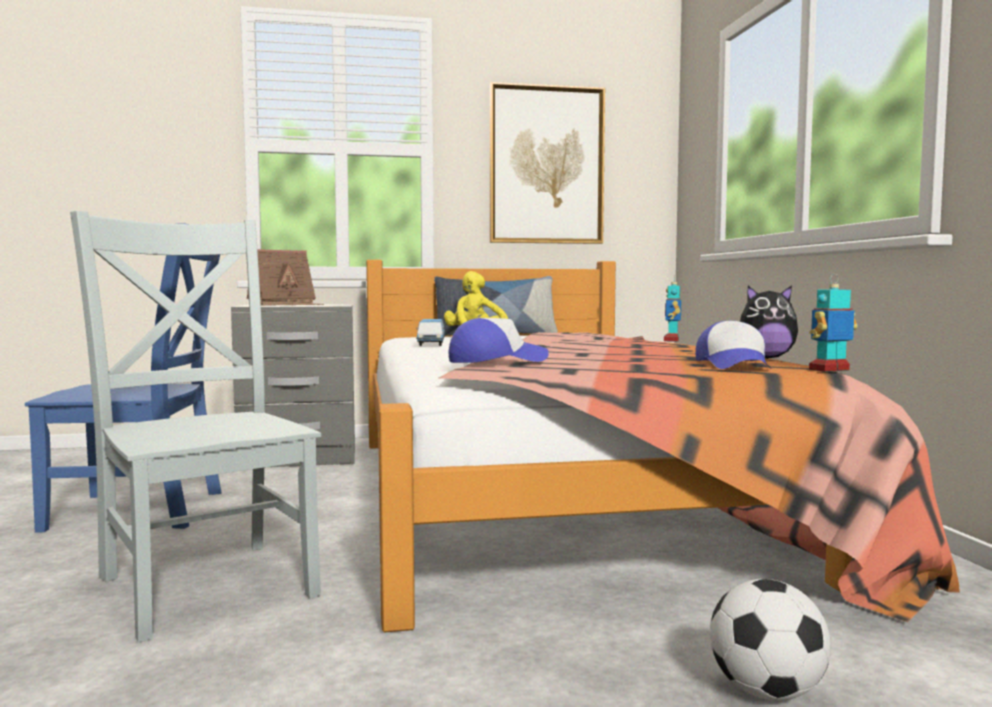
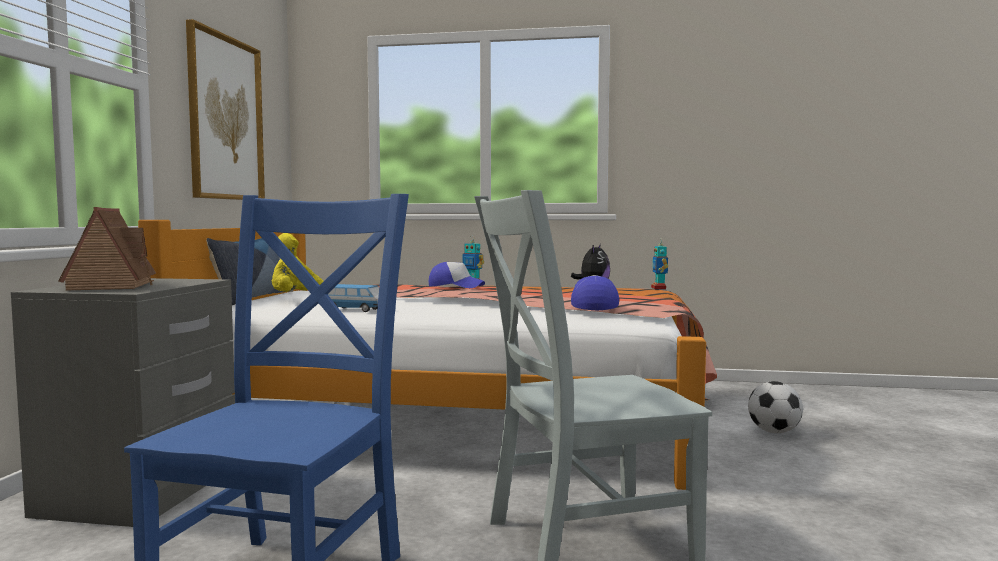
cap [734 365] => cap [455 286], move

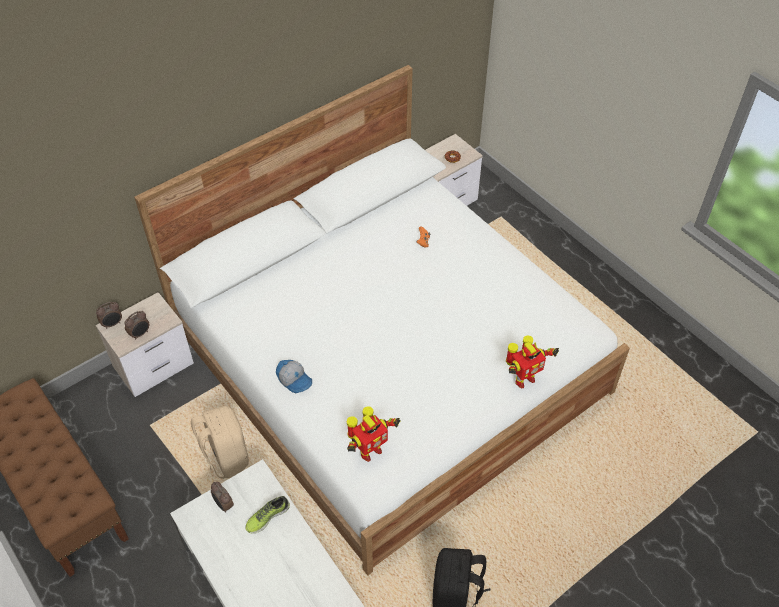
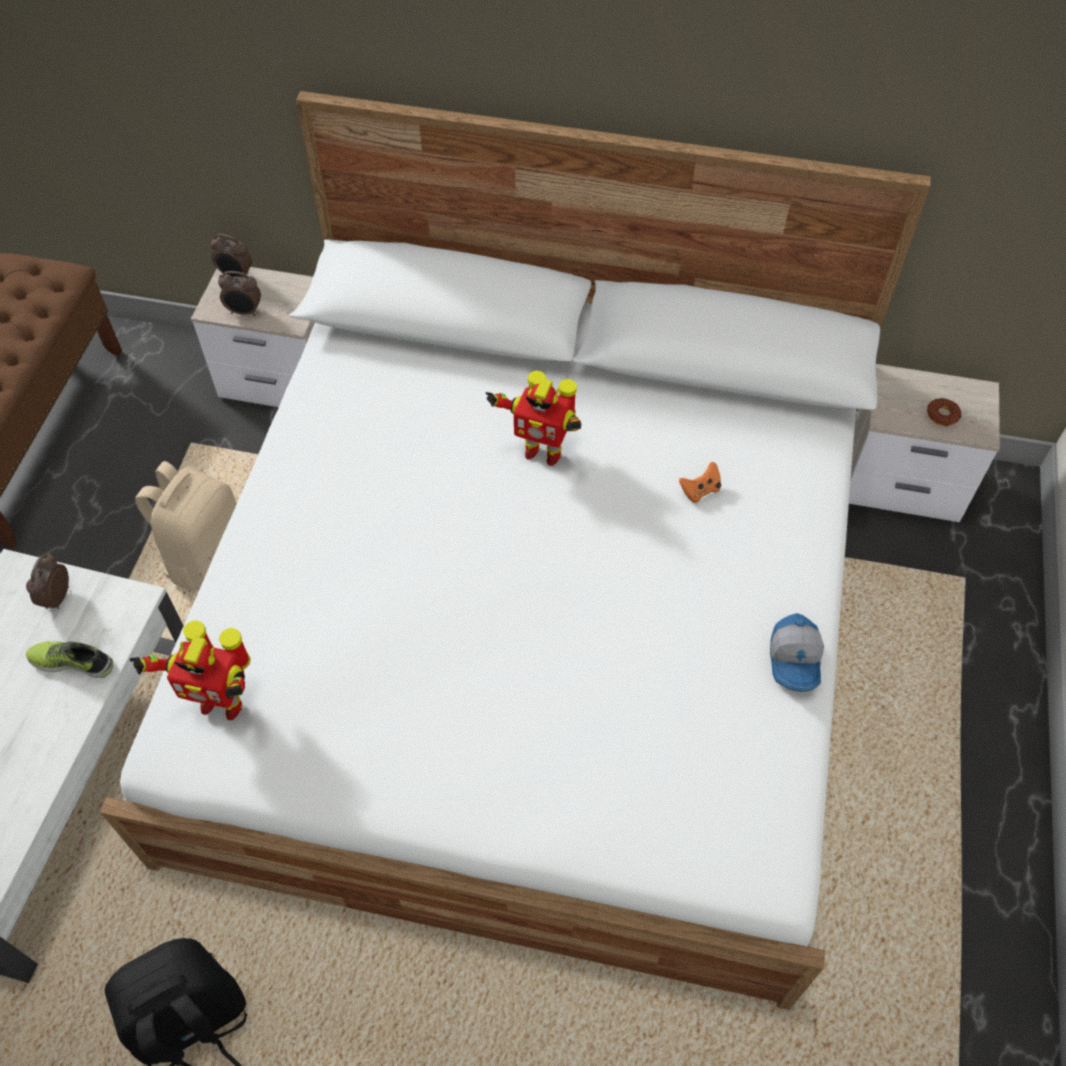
cap [295 379] => cap [796 660], move
toy robot [523 379] => toy robot [542 451], move

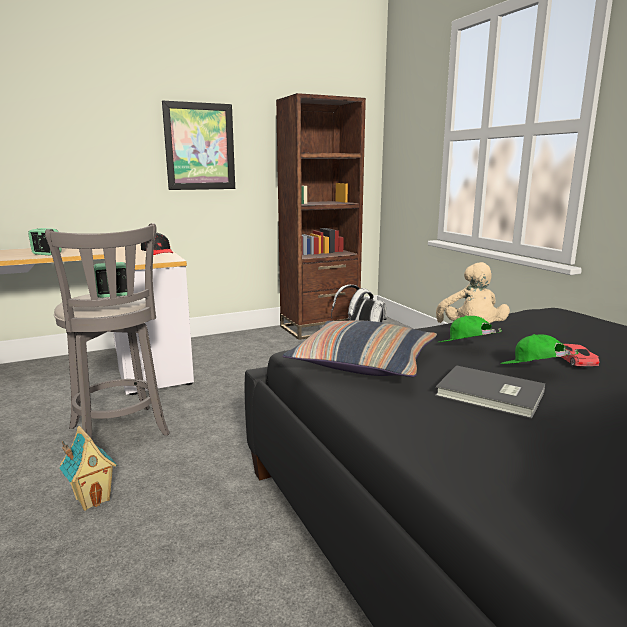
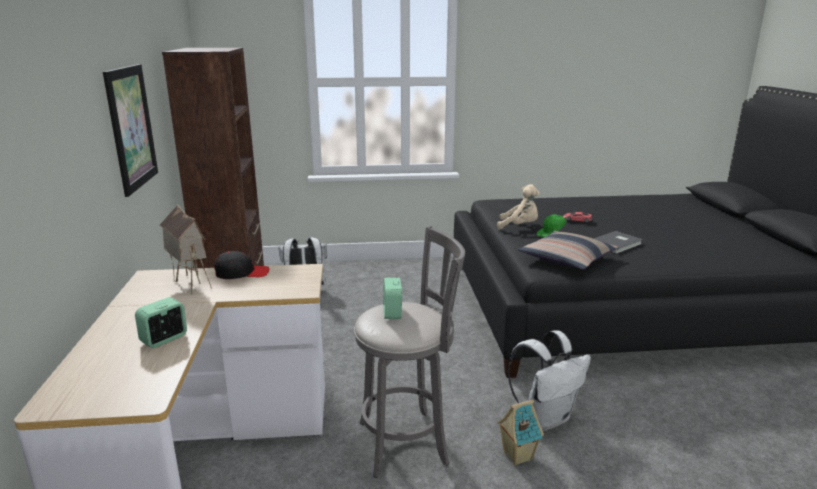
green cap [532 371] => nothing
nothing => toy house [189 283]
nothing => white backpack [545 417]

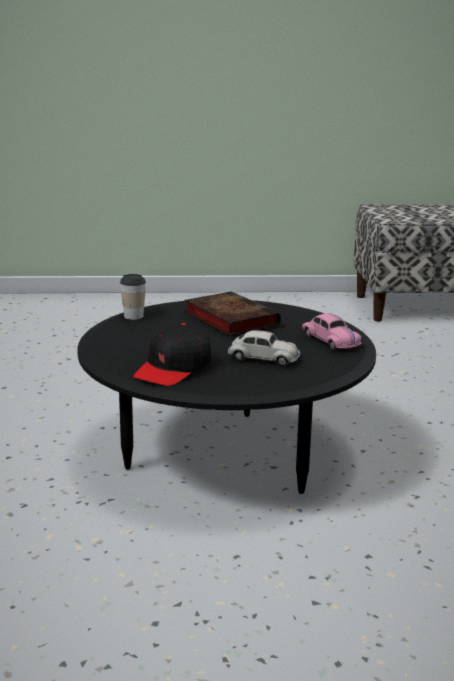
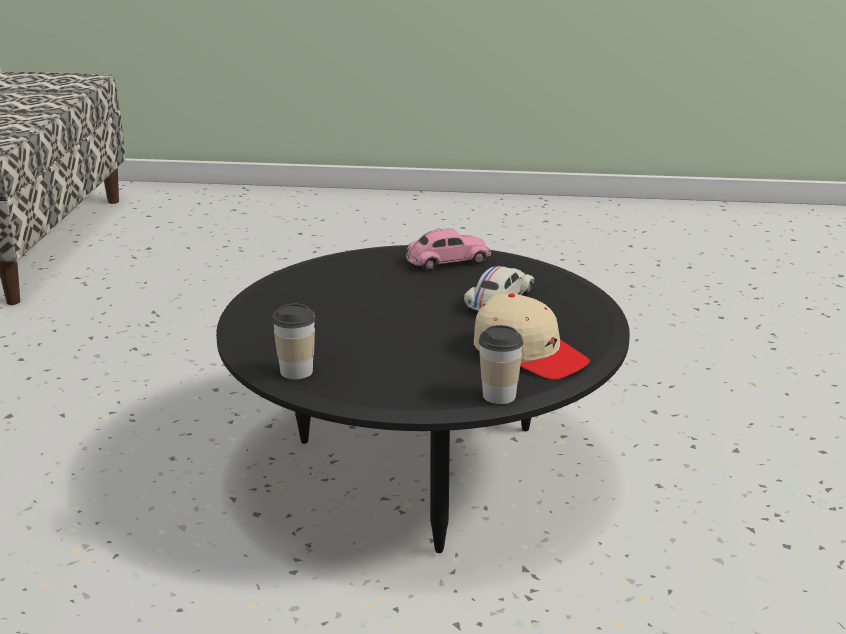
black cap [173 369] => beige cap [529 353]
book [228 319] => nothing
nothing => cup [499 396]

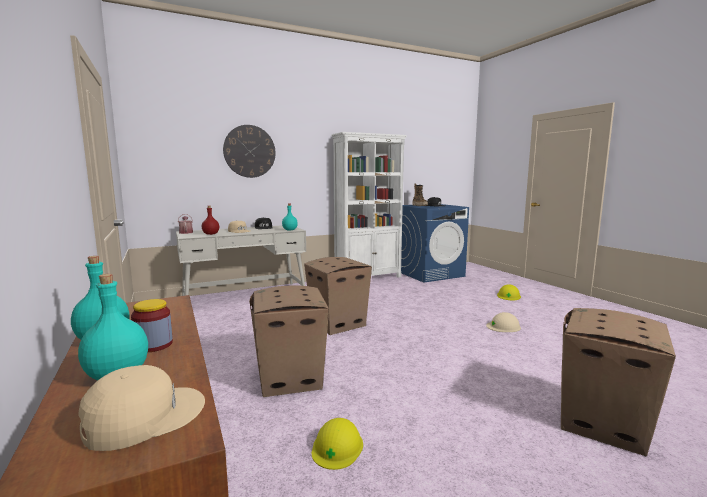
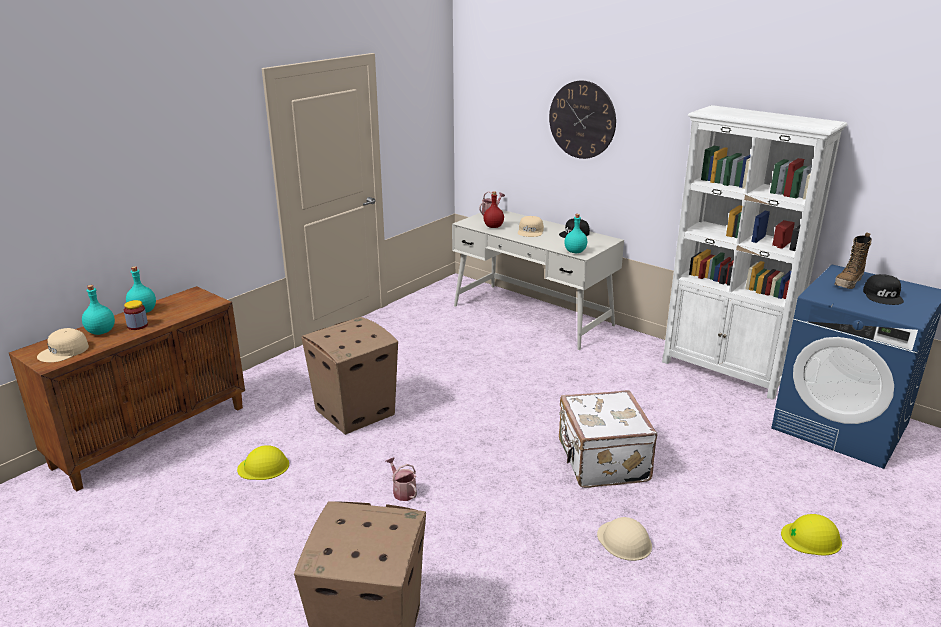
beige cap [144 416] => beige cap [64 351], 105 degrees clockwise
cardboard box [337 323] => nothing
nothing => watering can [402 491]
nothing => white suitcase [601 462]

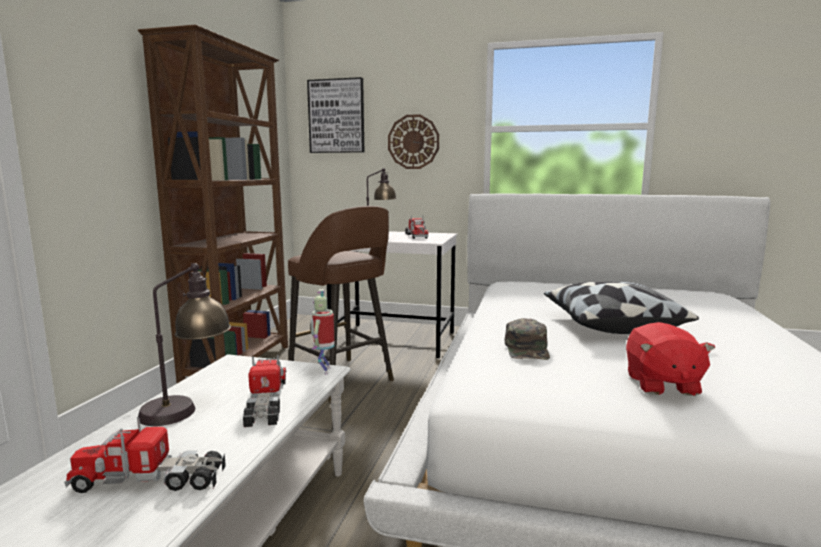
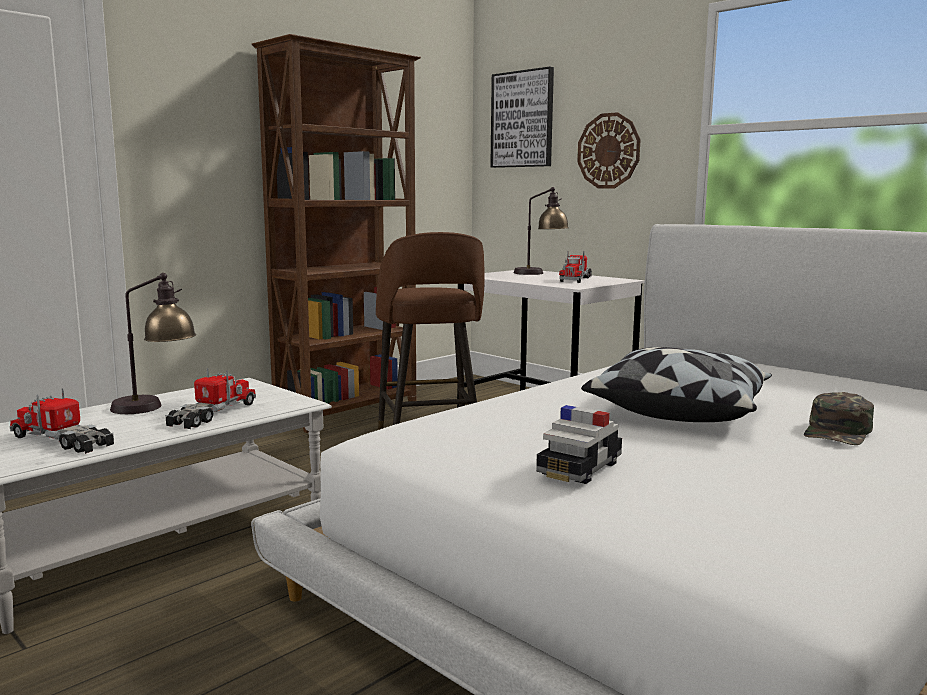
toy robot [324 370] => nothing
green cap [527 349] => green cap [838 432], move
red plush toy [661 384] => toy car [579 468]

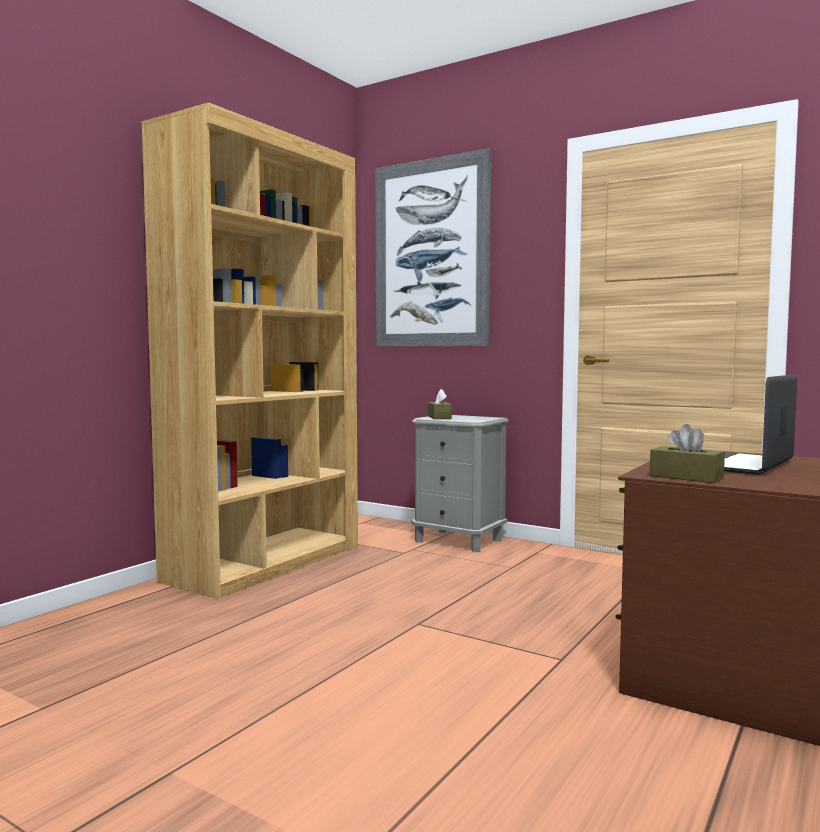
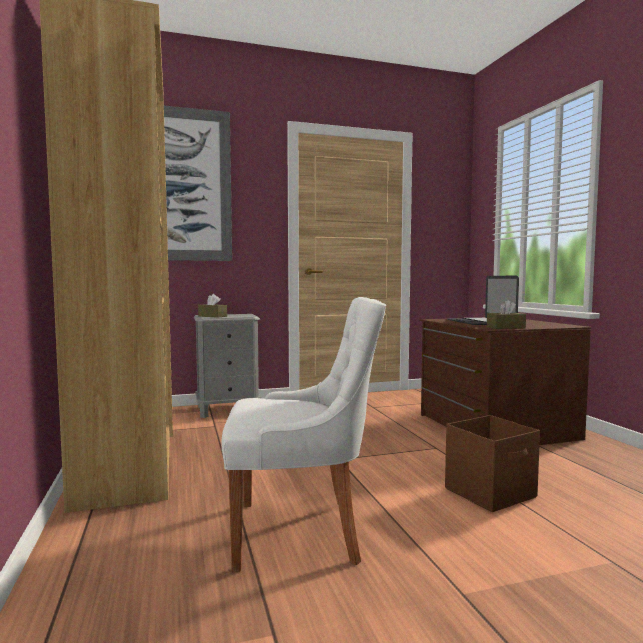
nothing => white chair [302 531]
nothing => brown storage box [491 493]

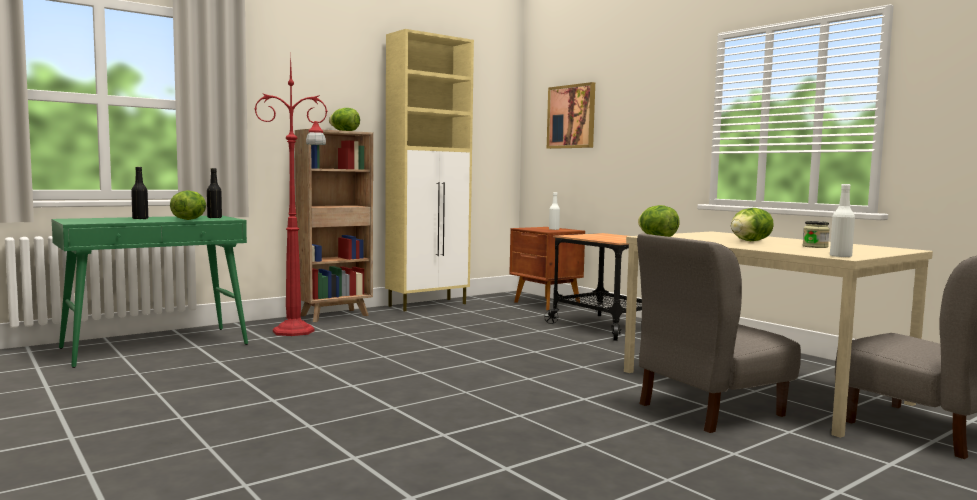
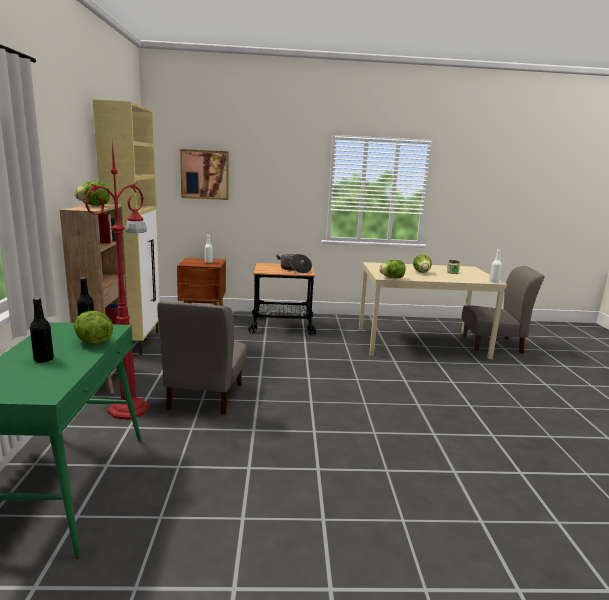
grey chair [709 409] => grey chair [205 396], move
nothing => cooking pot [294 269]

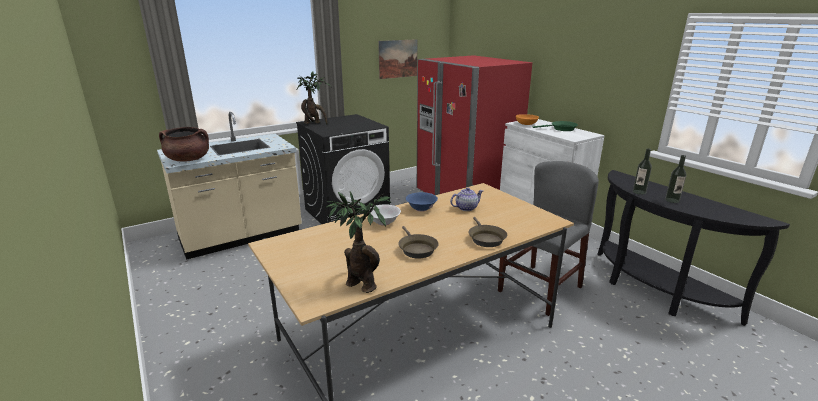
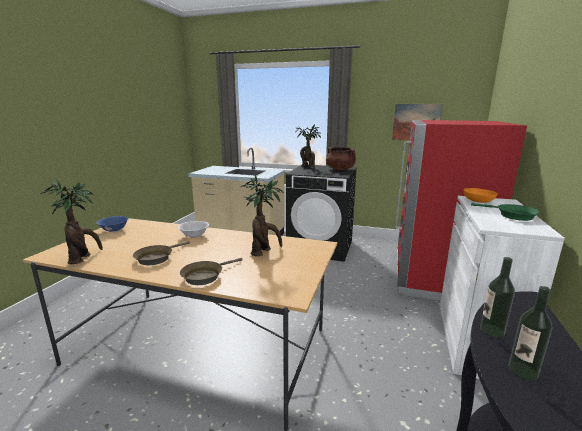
brown cooking pot [188 159] => brown cooking pot [340 169], move
blue bowl [421 209] => blue bowl [114 230], move
teapot [466 208] => potted plant [264 251]
grey chair [539 289] => nothing

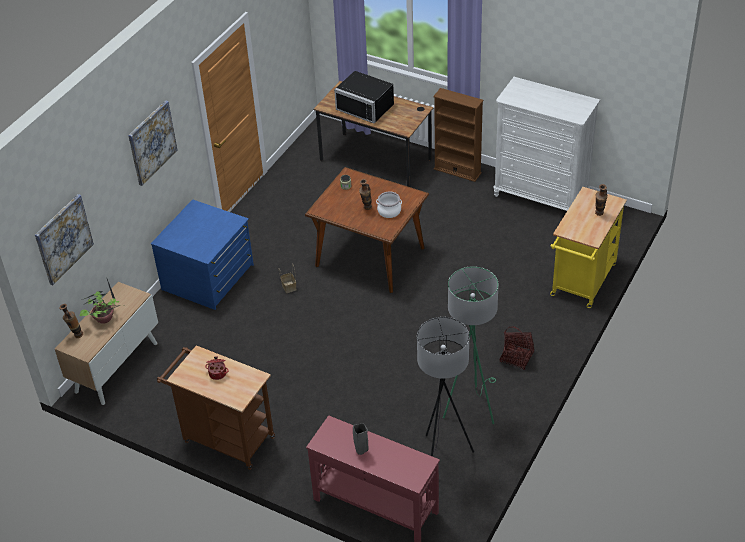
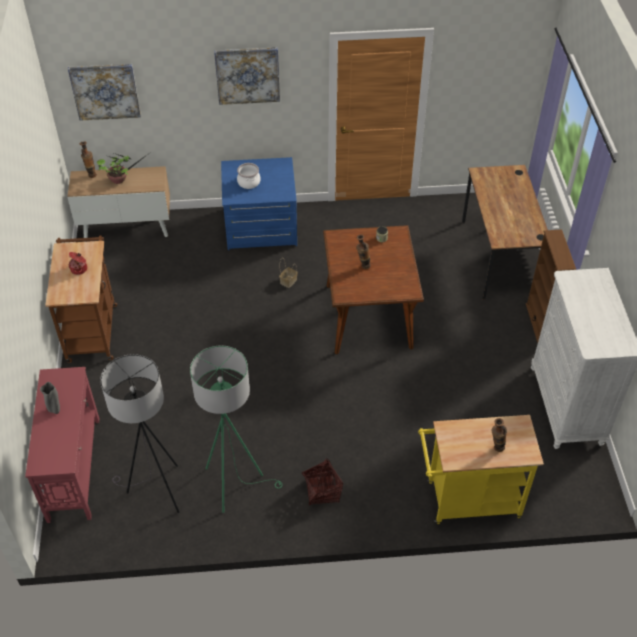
black microwave [367 106] => nothing
cooking pot [389 211] => cooking pot [249 182], move

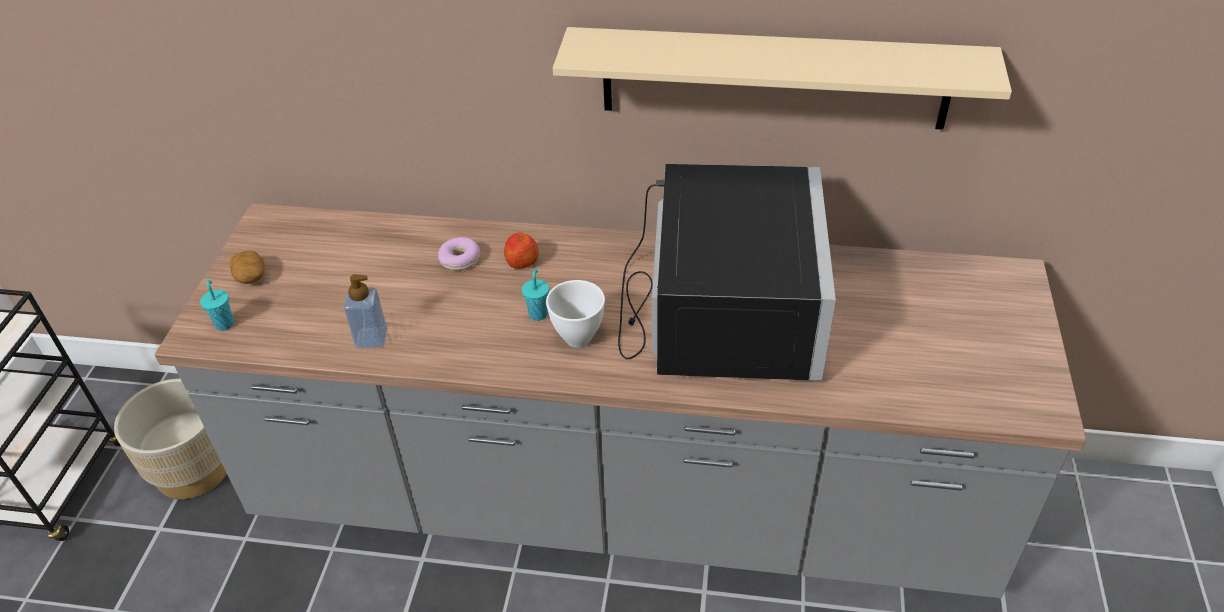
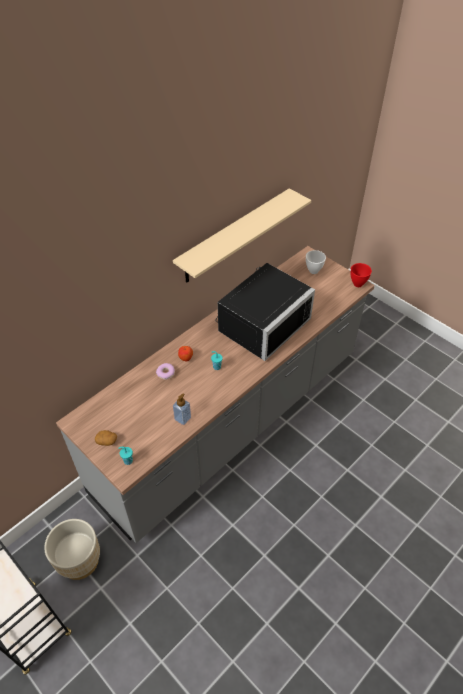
white bowl [577 339] => white bowl [314 271], move
black microwave [719 310] => black microwave [260 323], 90 degrees clockwise
nothing => red bowl [358 284]

